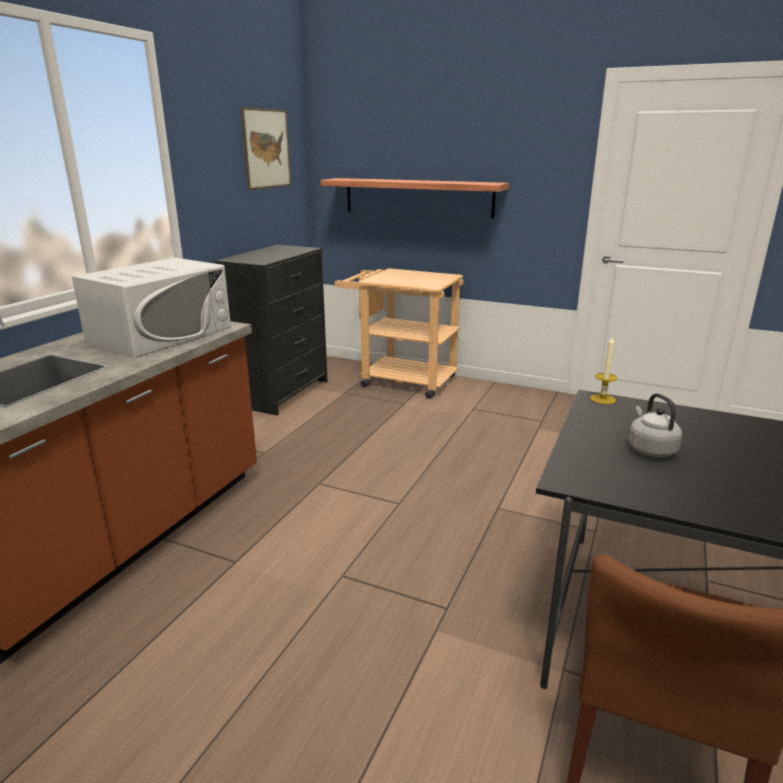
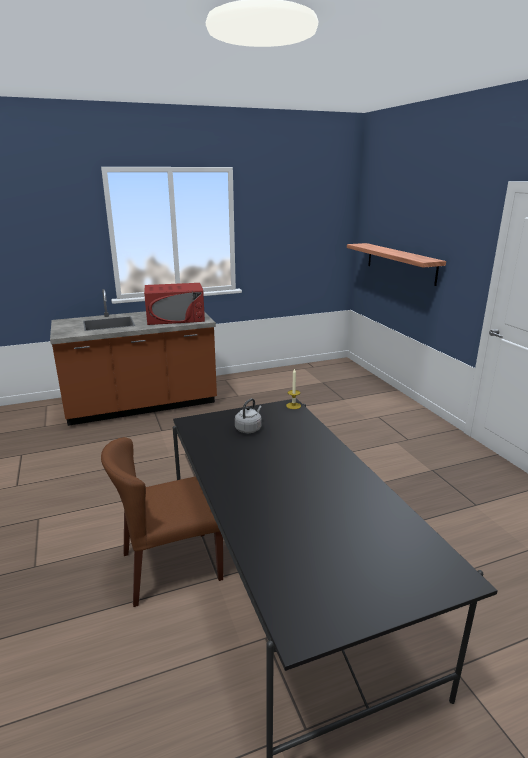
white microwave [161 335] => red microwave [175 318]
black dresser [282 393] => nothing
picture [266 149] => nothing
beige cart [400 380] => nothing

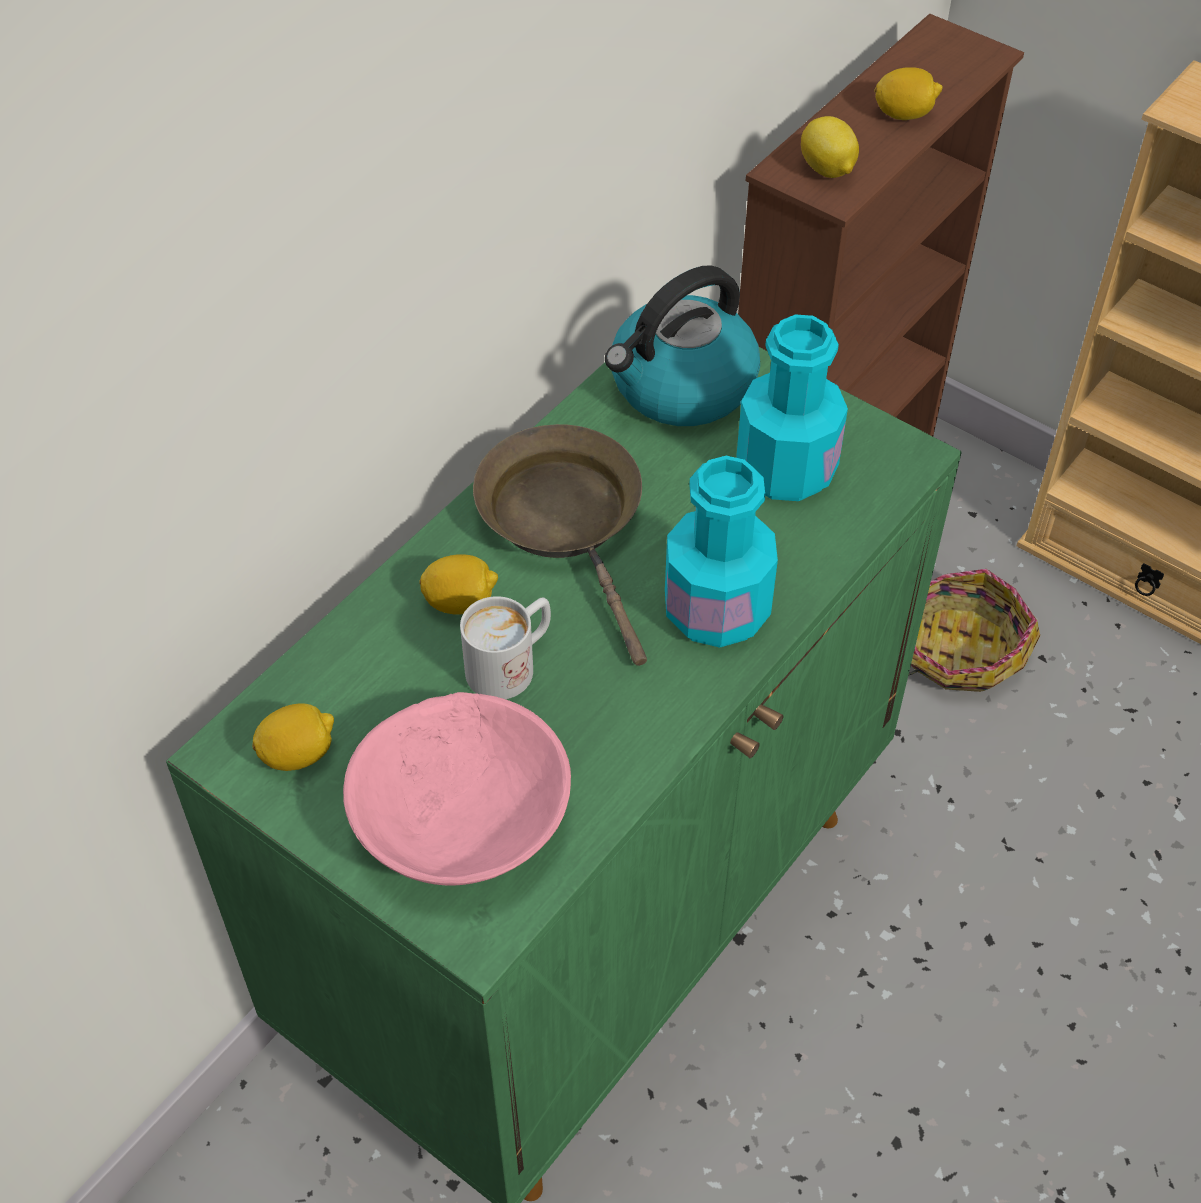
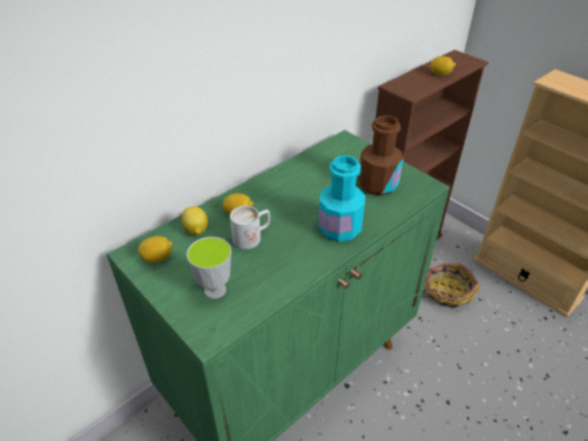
pink bowl [461 818] => cup [215 290]
brown frying pan [566 522] => nothing
kettle [681 387] => nothing
turquoise bottle [786 469] => brown bottle [378 185]
lemon [827 170] => lemon [196 231], move

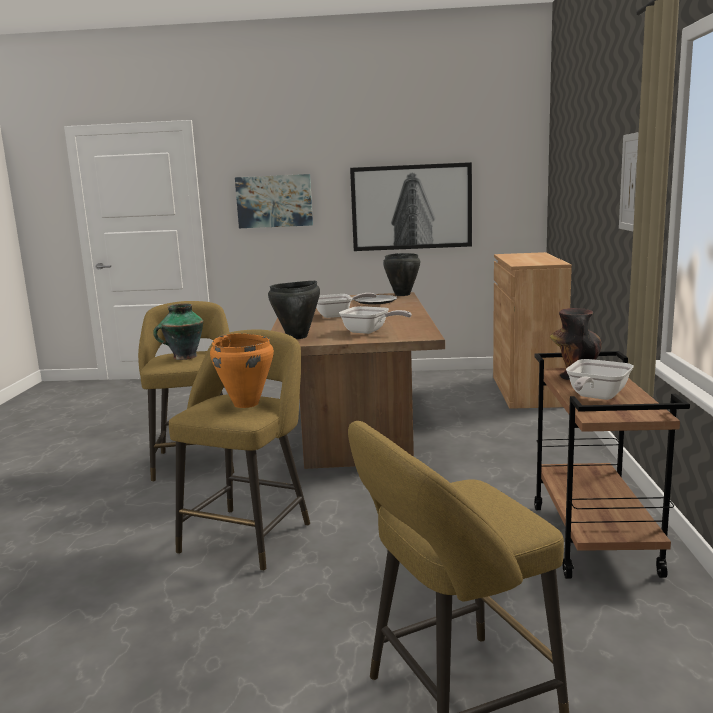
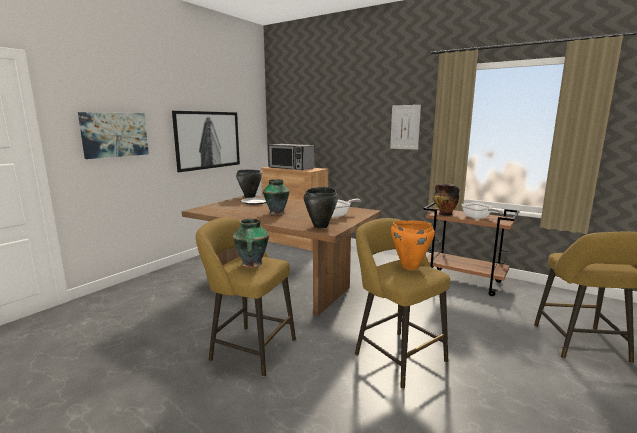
frying pan [338 315] => vase [277 212]
nothing => microwave [291 168]

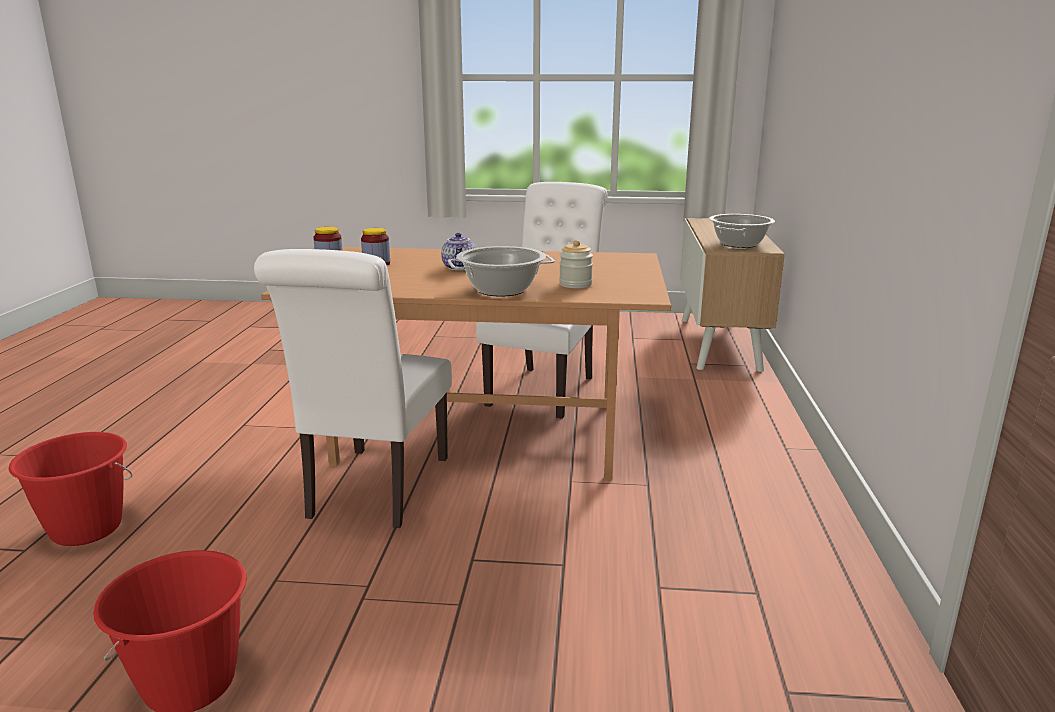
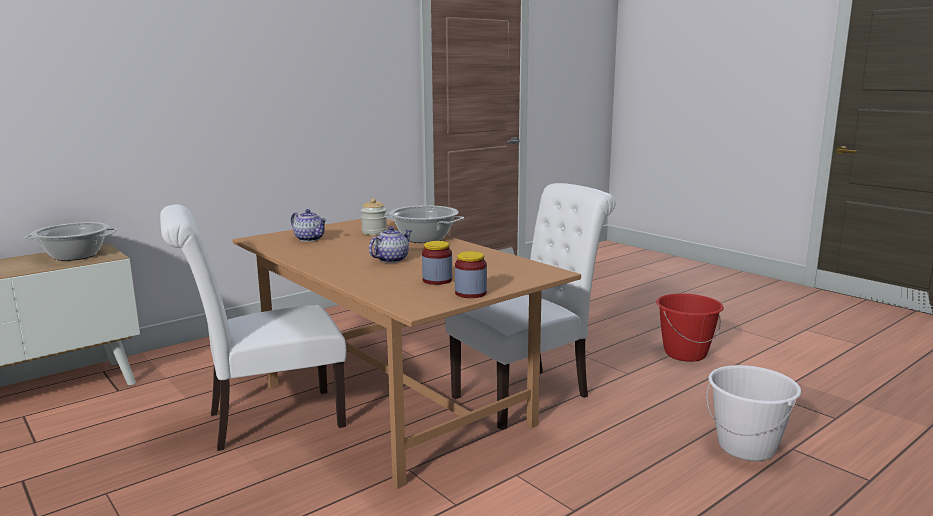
red bucket [86 529] => white bucket [747 447]
nothing => teapot [310 239]

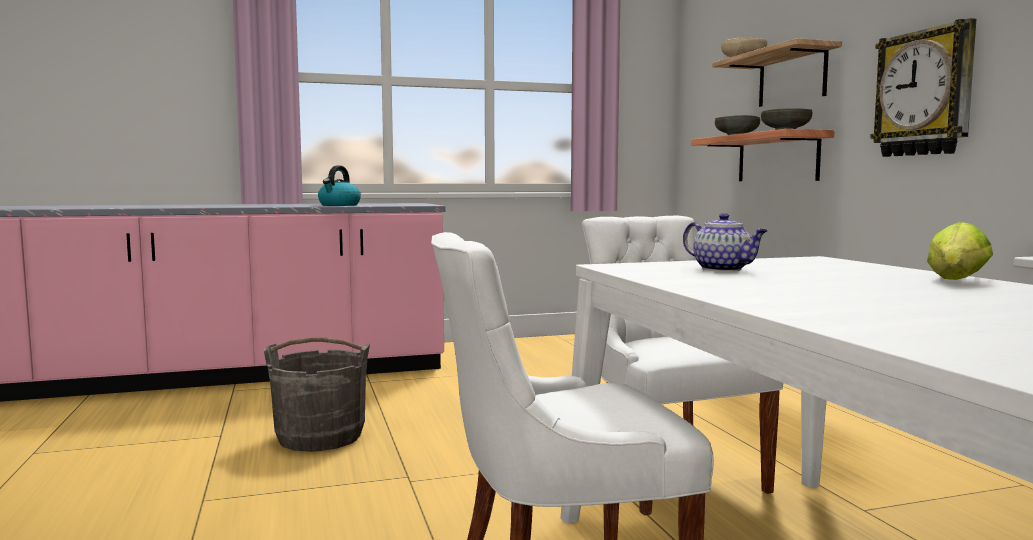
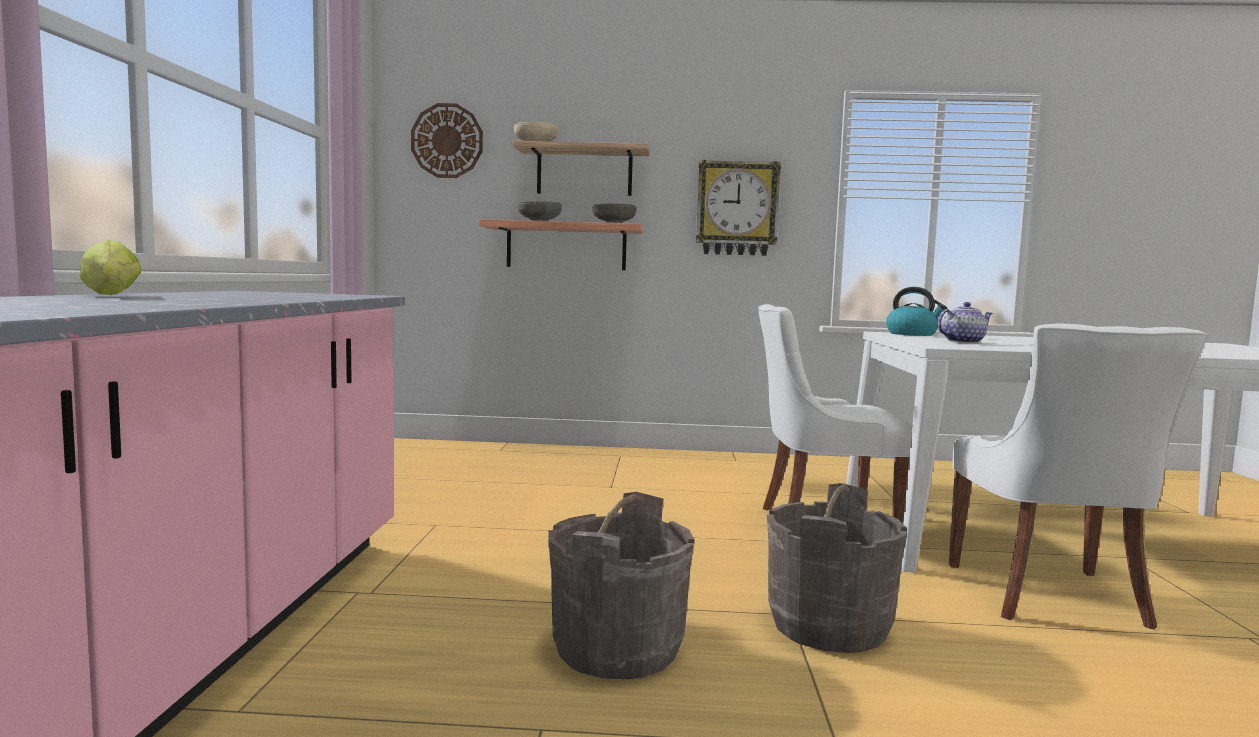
kettle [339 205] => kettle [912 334], move
lettuce [955 281] => lettuce [112 296], move
nothing => wall clock [447 141]
nothing => grey bucket [828 626]

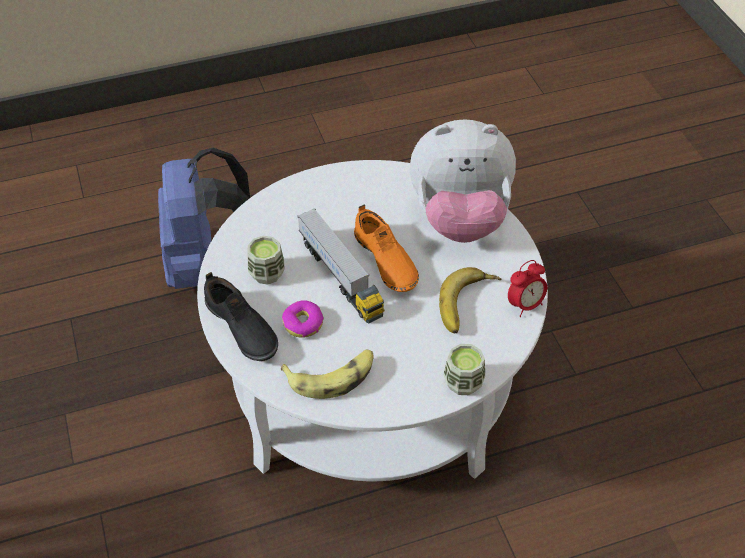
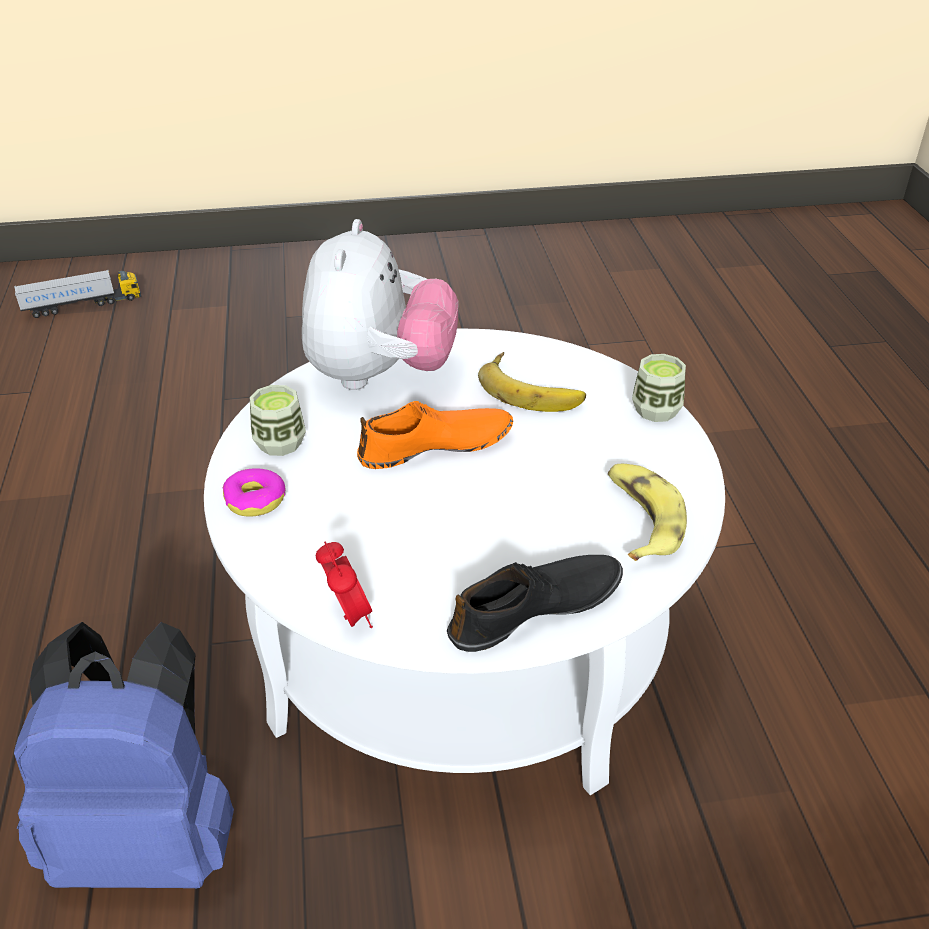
cup [267 273] => cup [280 443], move
donut [303 324] => donut [255 500], move
toy truck [340 276] => toy truck [82 305], move
alarm clock [525 305] => alarm clock [348 616], move

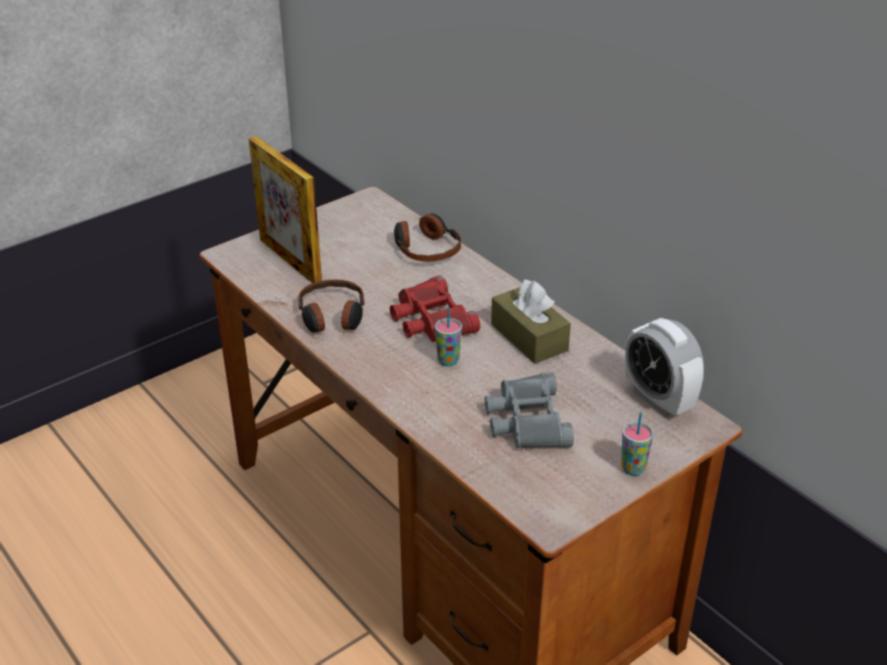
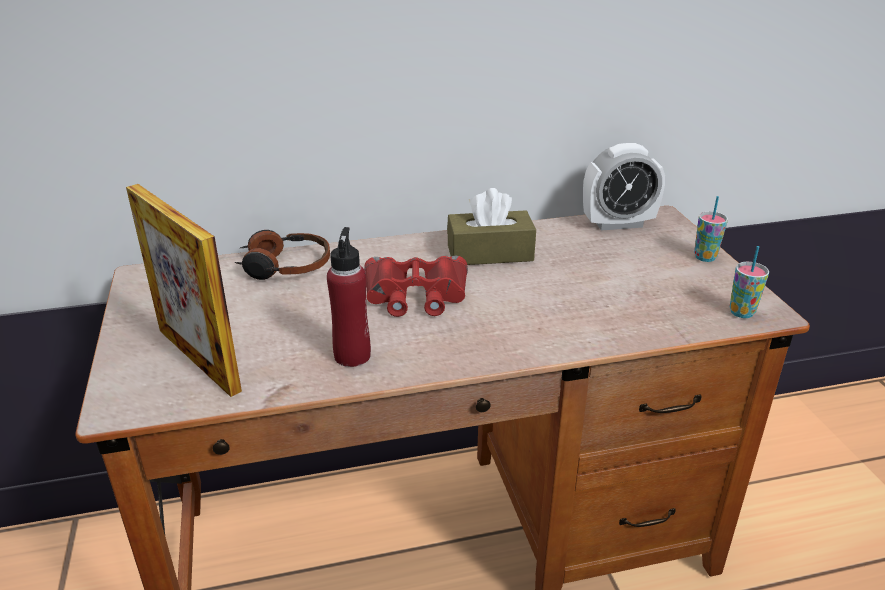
picture frame [290 260] => picture frame [198 359], 60 degrees clockwise
headphones [332 317] => red bottle [352 355]
cup [448 361] => cup [741 312], move
grey binoculars [526 420] => nothing

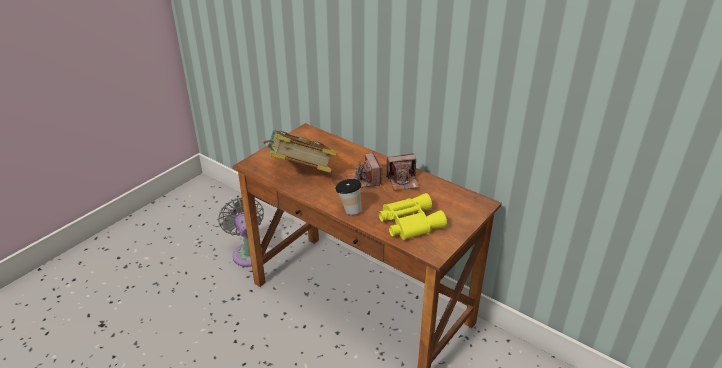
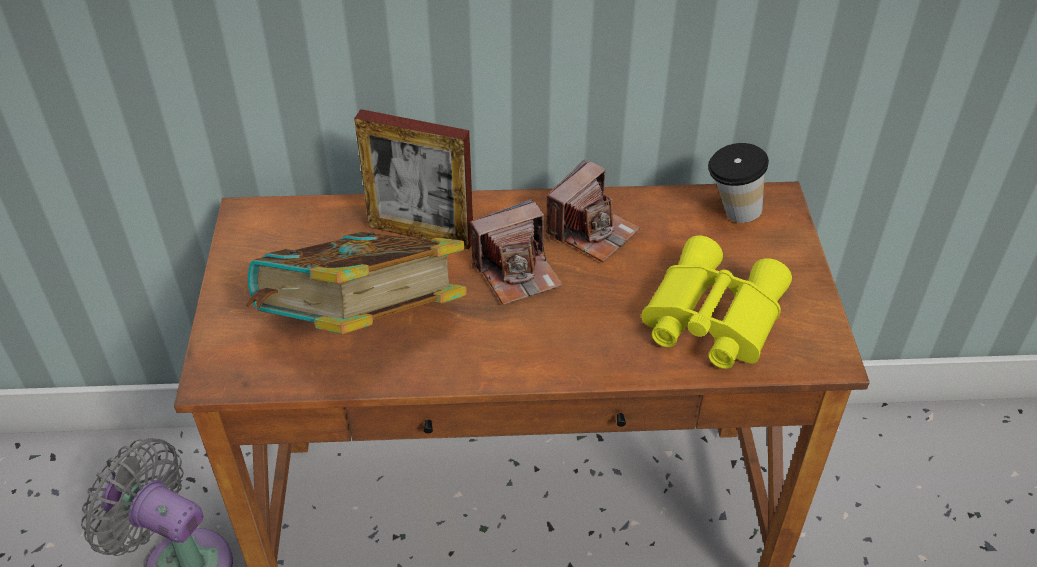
cup [349 210] => cup [730 213], move
photo camera [364 180] => photo camera [517 272], 60 degrees counterclockwise
nothing => picture frame [421 233]

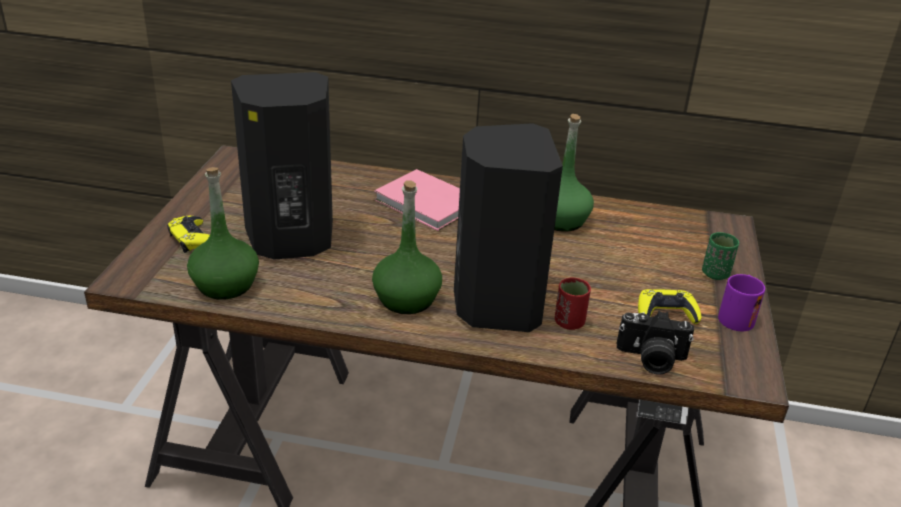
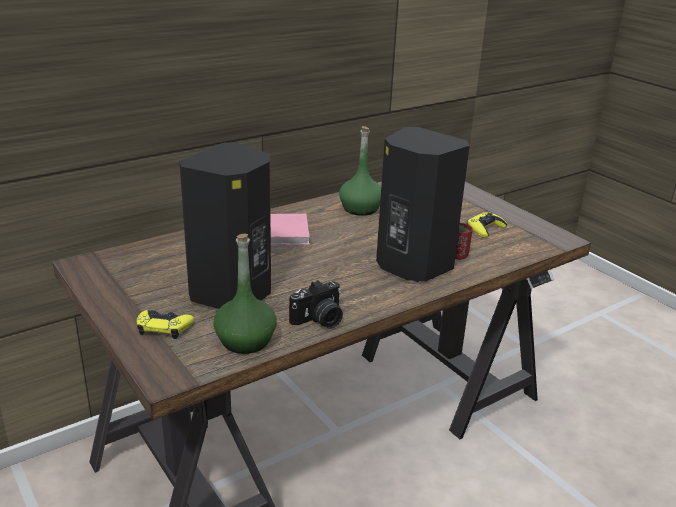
green bottle [407 299] => nothing
photo camera [651 359] => photo camera [319 320], move
green cup [715 274] => nothing
purple mug [737 316] => nothing

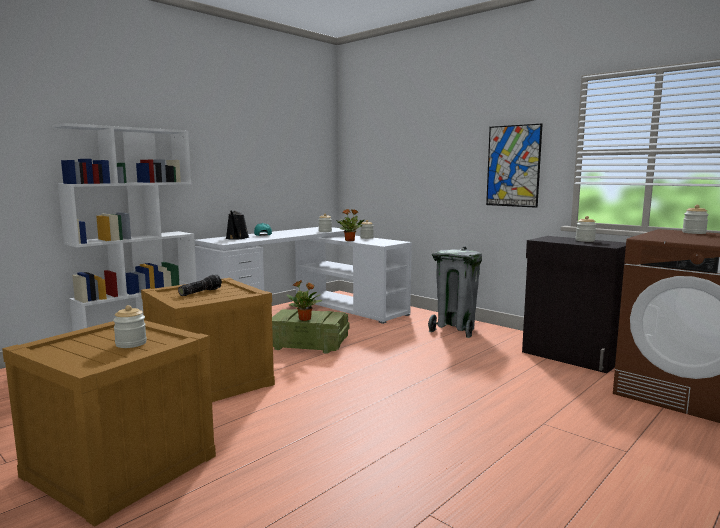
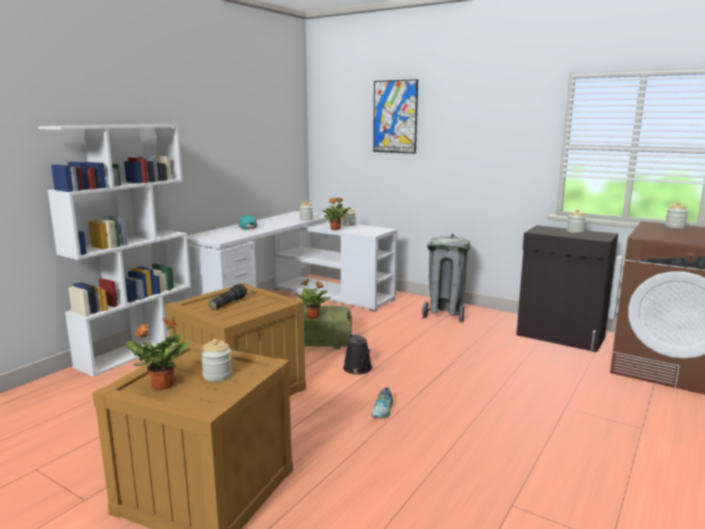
black watering can [237 238] => black watering can [358 369], move
picture [513 166] => picture [395 117], move
nothing => potted plant [162 385]
nothing => shoe [383 410]

